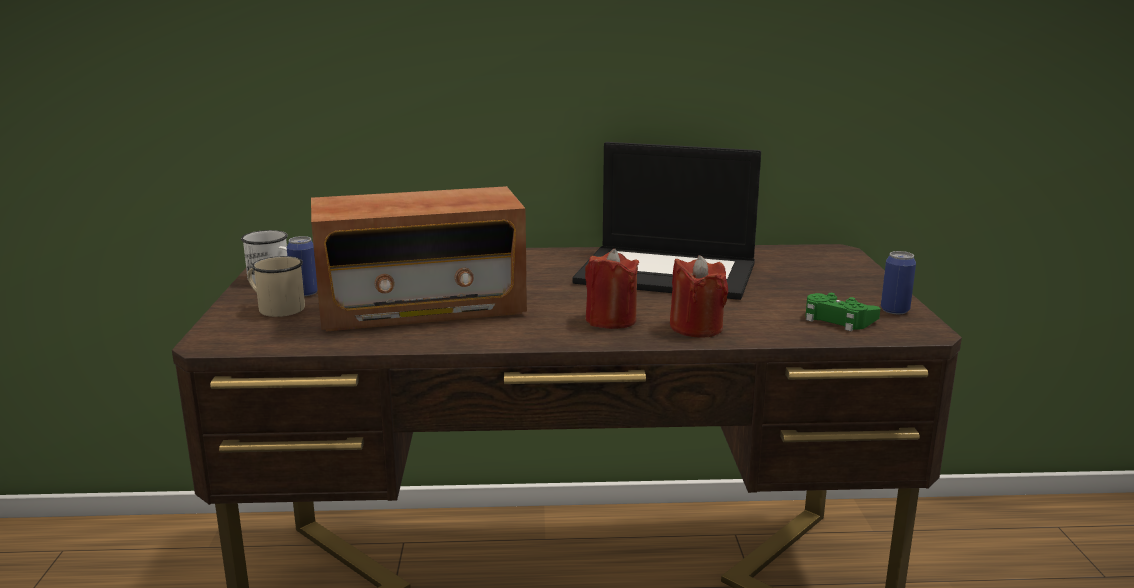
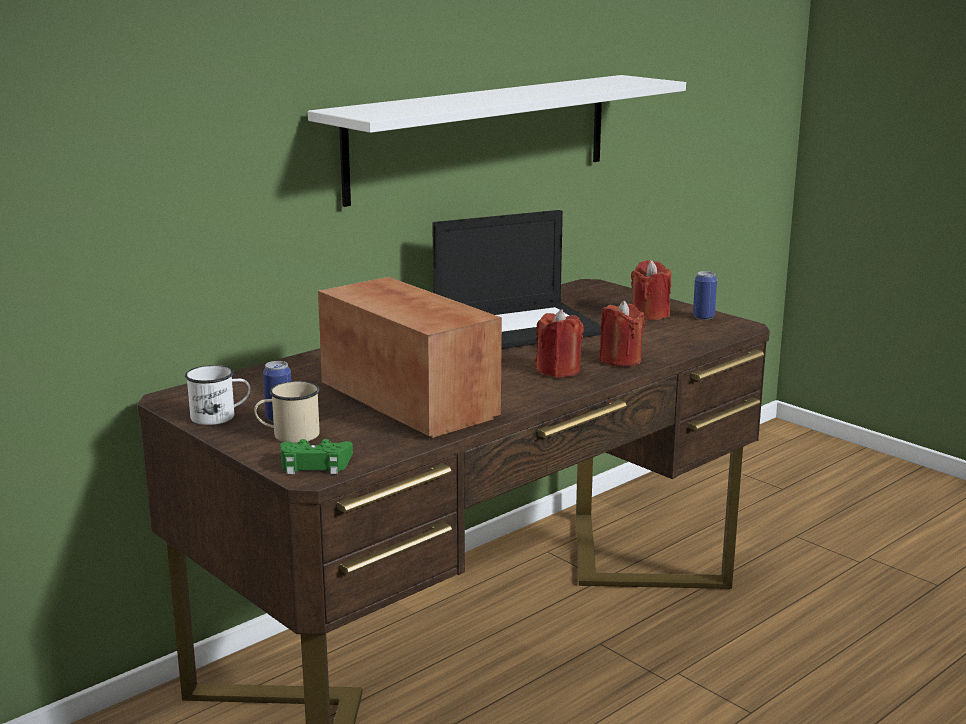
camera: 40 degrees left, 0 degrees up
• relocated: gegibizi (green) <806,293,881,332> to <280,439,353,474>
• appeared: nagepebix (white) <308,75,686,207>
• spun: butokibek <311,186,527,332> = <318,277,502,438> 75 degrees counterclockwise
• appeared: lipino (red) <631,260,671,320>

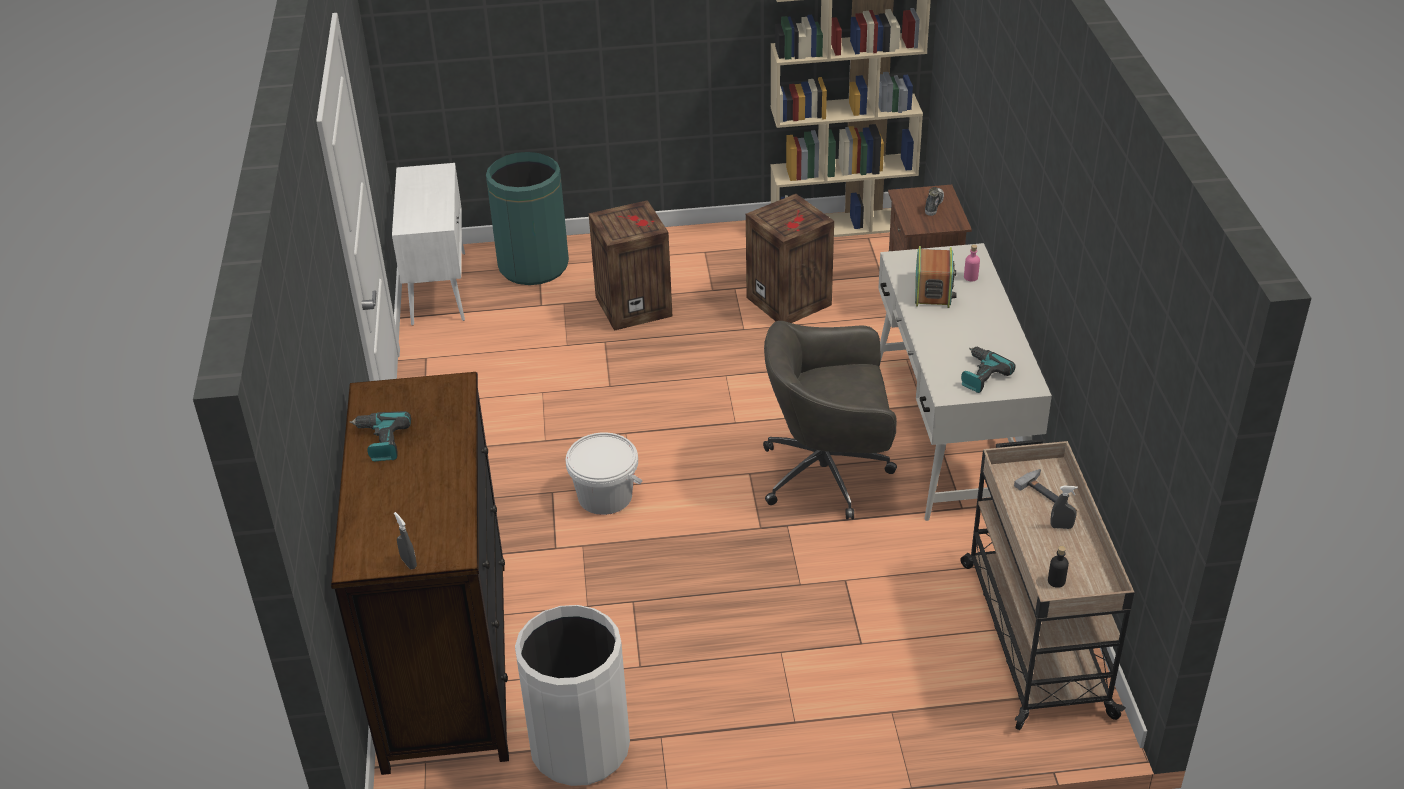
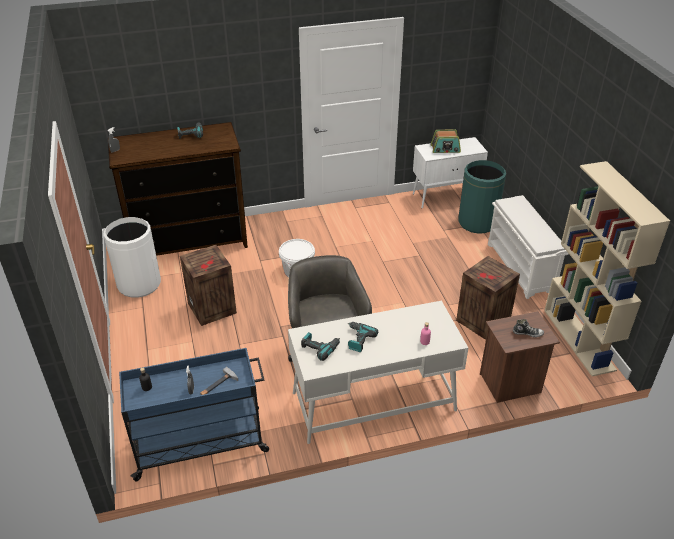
camera: 80 degrees right, 0 degrees up
• colour: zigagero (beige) <960,439,1135,730> to zigagero (blue) <119,348,269,482>
• relocated: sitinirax <589,200,673,331> to <180,245,237,326>
• appeared: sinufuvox <348,322,378,352>
• relocated: butokibek <915,246,957,308> to <431,129,461,153>
• appeared: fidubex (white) <488,195,569,299>

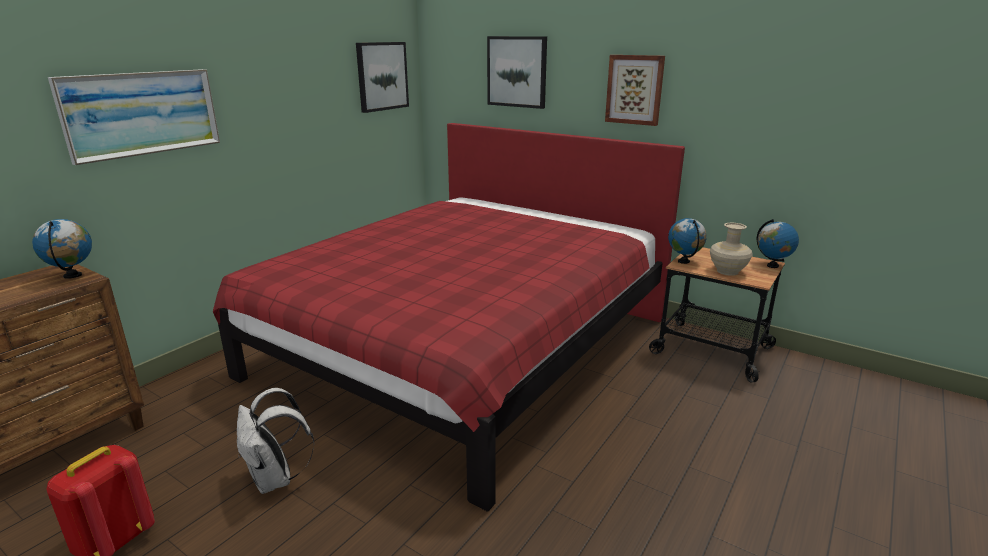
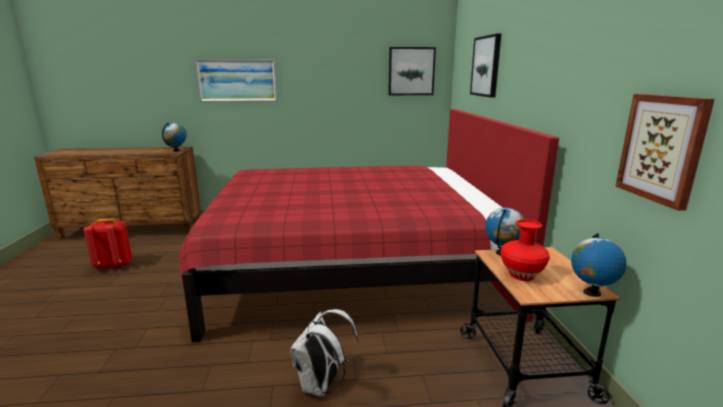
camera: 50 degrees right, 5 degrees down
• relocated: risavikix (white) <237,388,314,494> to <290,309,359,396>
• colour: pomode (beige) <710,223,753,276> to pomode (red) <500,219,550,281>
• relocated: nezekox <605,55,665,126> to <615,94,715,211>

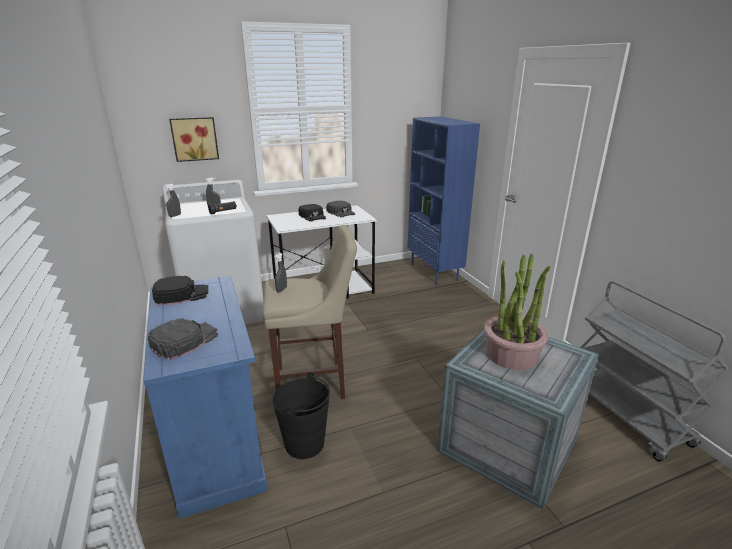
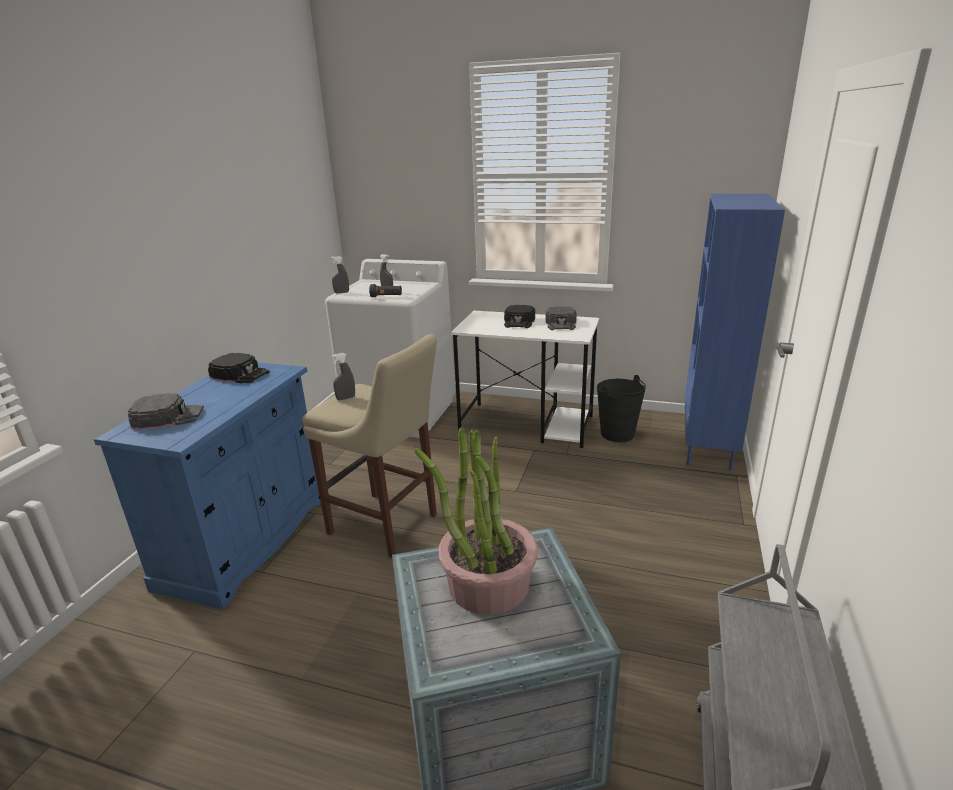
camera: 40 degrees right, 0 degrees up
• relocated: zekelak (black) <272,372,330,459> to <597,375,646,442>
• missing: nezekox <169,117,219,162>

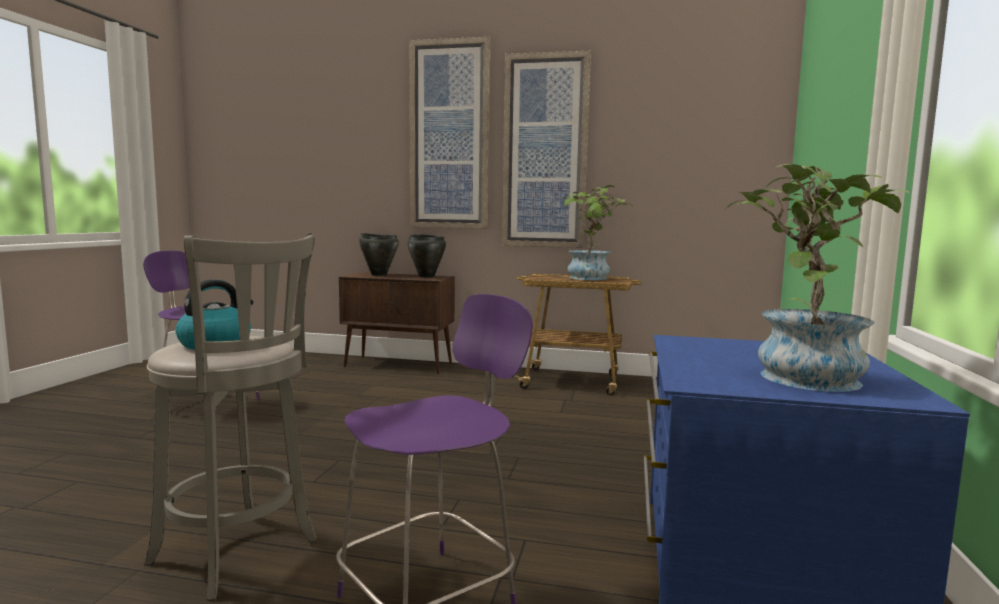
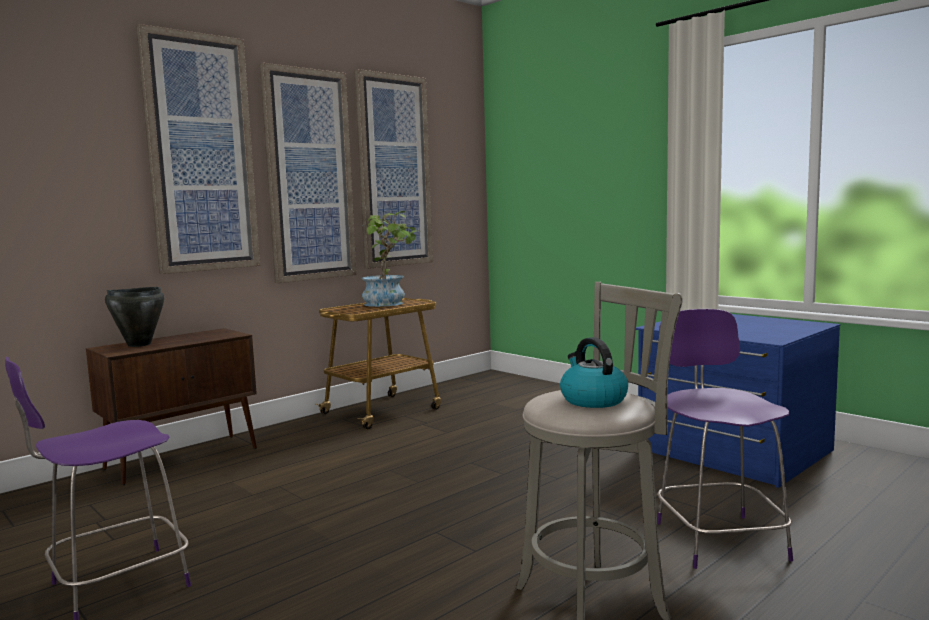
camera: 55 degrees left, 0 degrees up
• appeared: nezekox <354,69,433,269>
• missing: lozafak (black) <407,234,446,278>
• missing: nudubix <726,164,910,392>

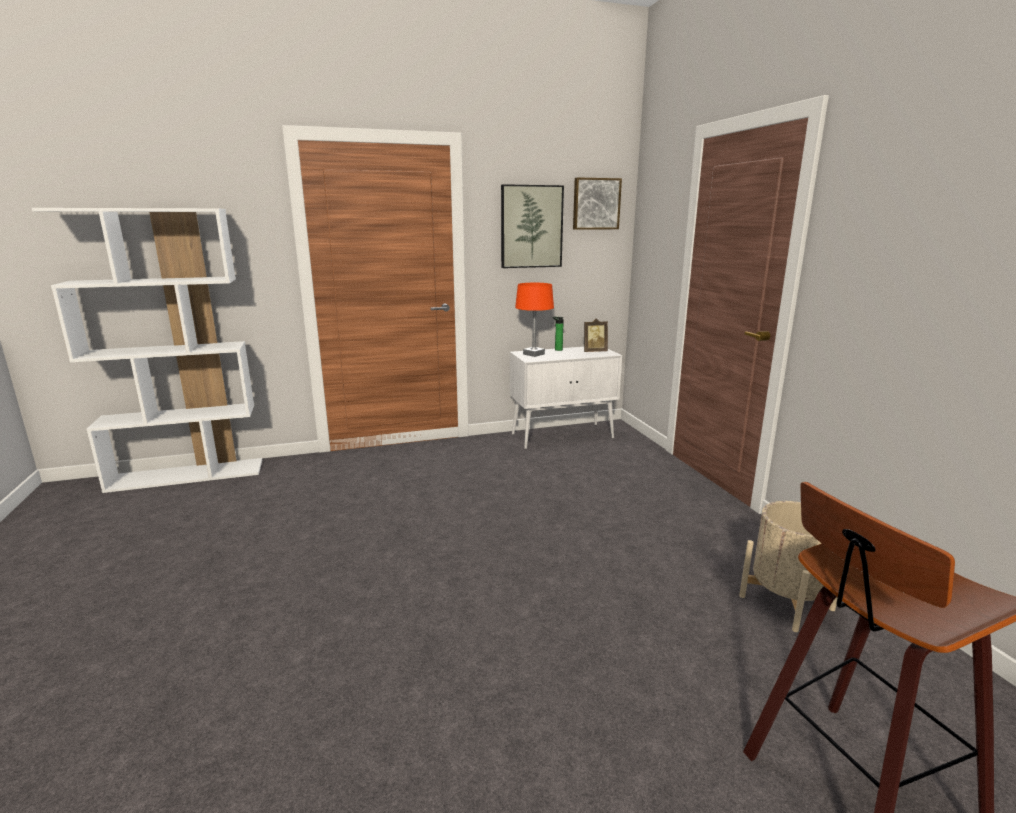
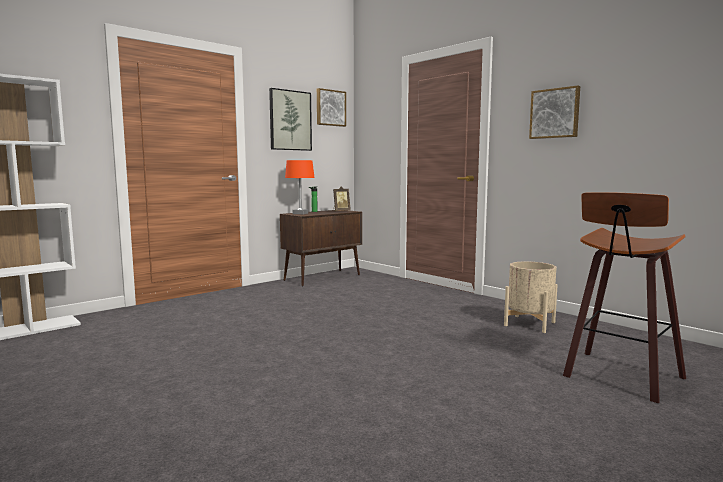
camera: 25 degrees left, 10 degrees down
• colour: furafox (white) <510,347,622,449> to furafox (brown) <280,210,362,286>
• appeared: nezekox <529,86,580,139>

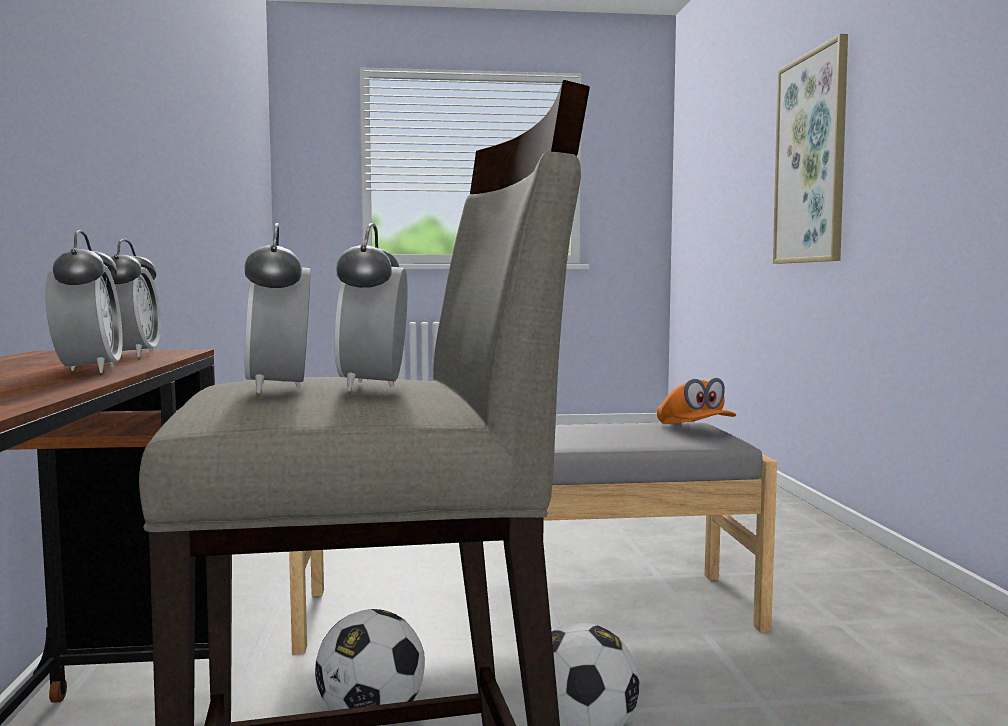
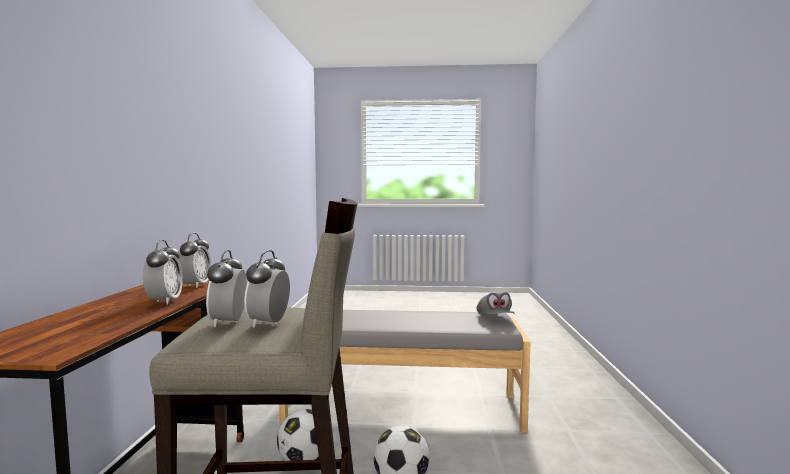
camera: 10 degrees right, 0 degrees up
• colour: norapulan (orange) <657,378,736,424> to norapulan (grey) <477,292,515,315>
• missing: nezekox <773,34,848,264>

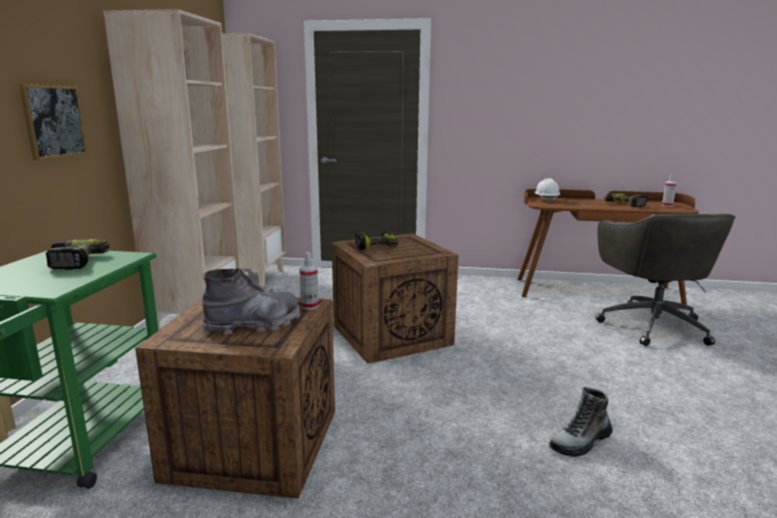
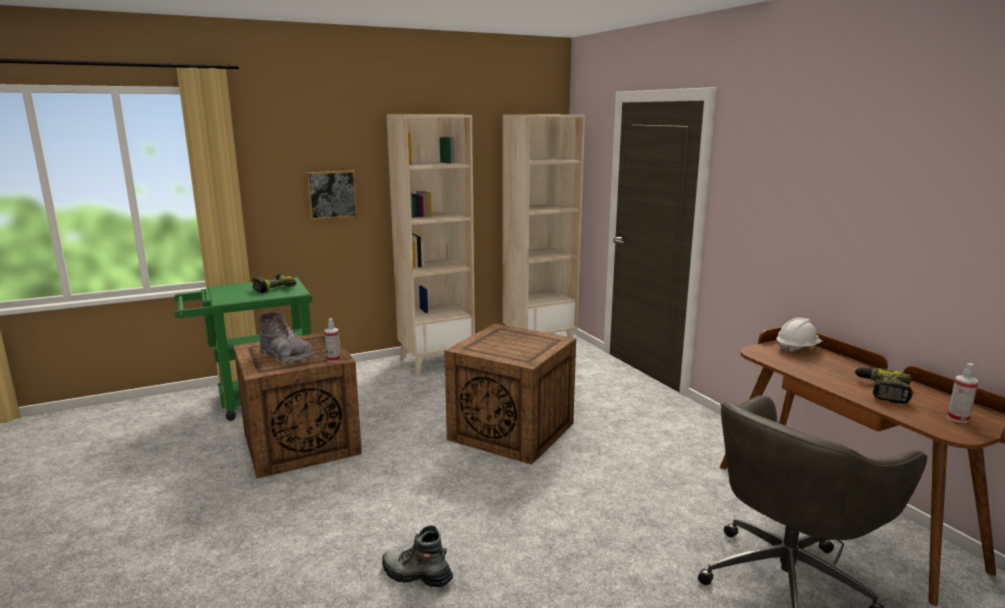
camera: 55 degrees right, 0 degrees up
• missing: sinufuvox <355,232,399,250>

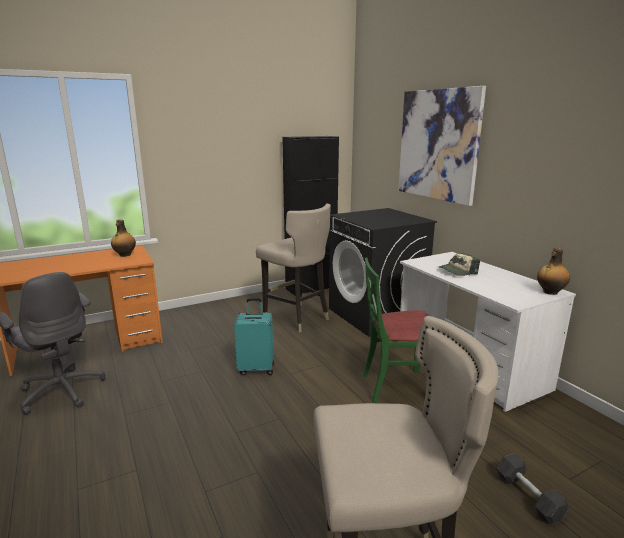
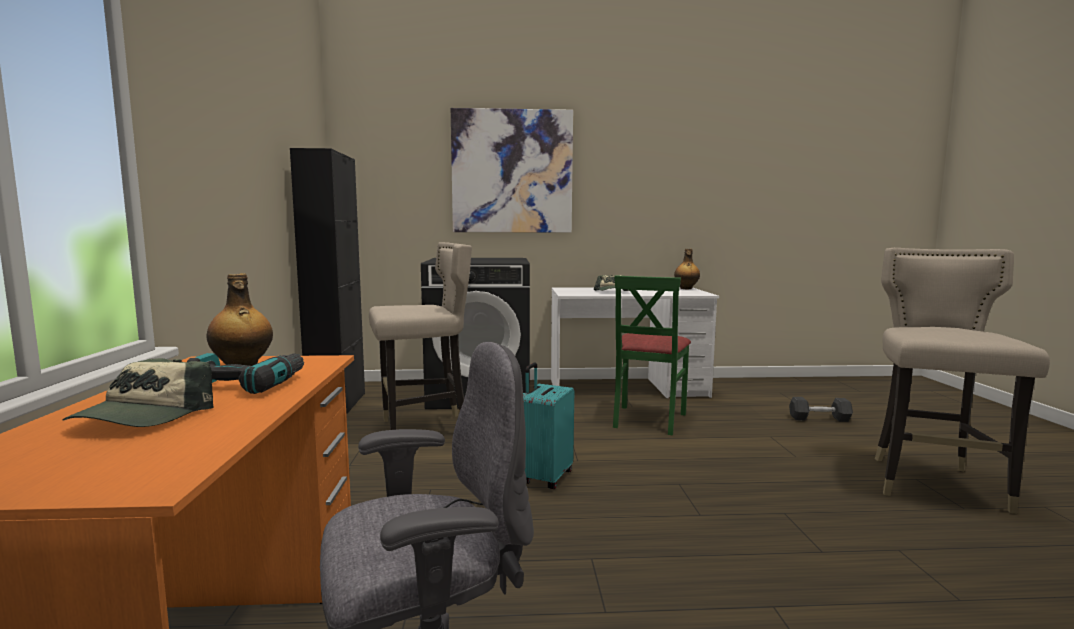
camera: 65 degrees left, 10 degrees down
• appeared: norapulan <62,358,213,427>
• appeared: sinufuvox <187,353,304,394>

